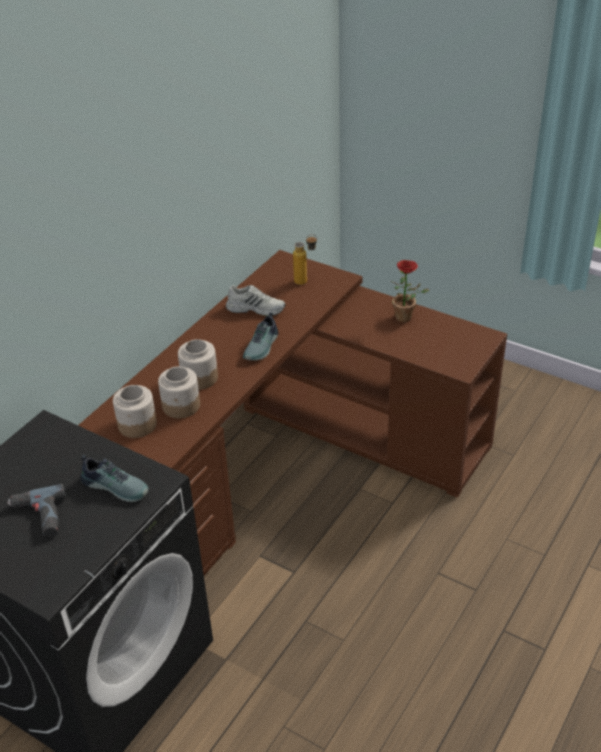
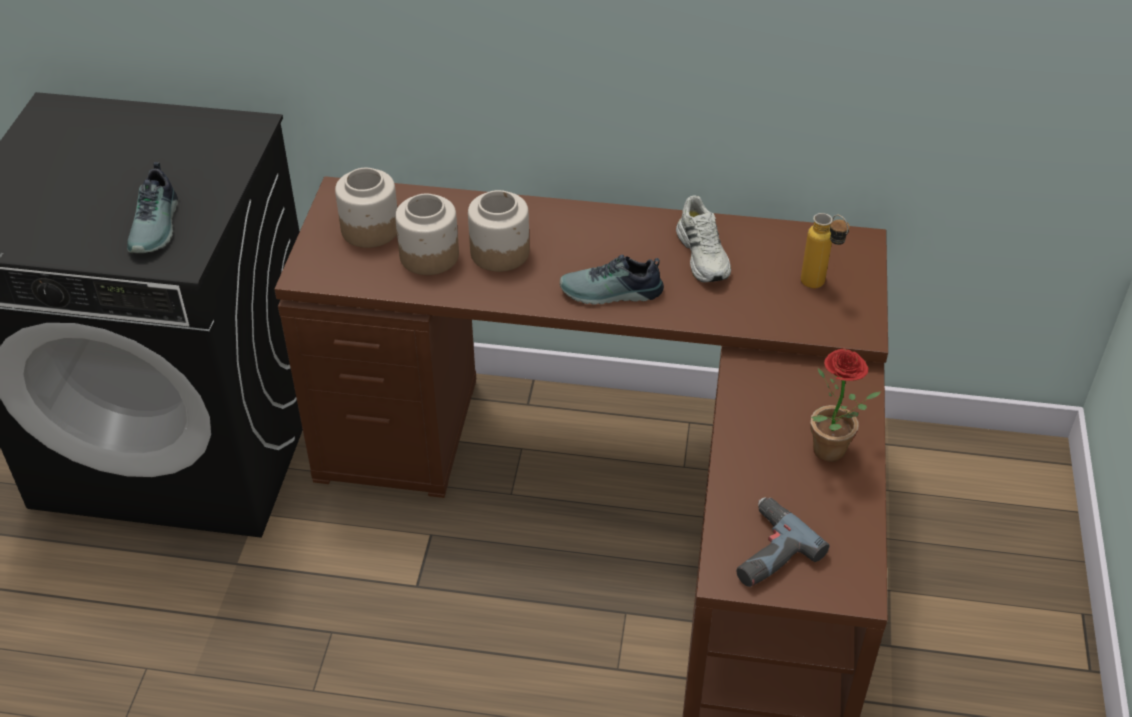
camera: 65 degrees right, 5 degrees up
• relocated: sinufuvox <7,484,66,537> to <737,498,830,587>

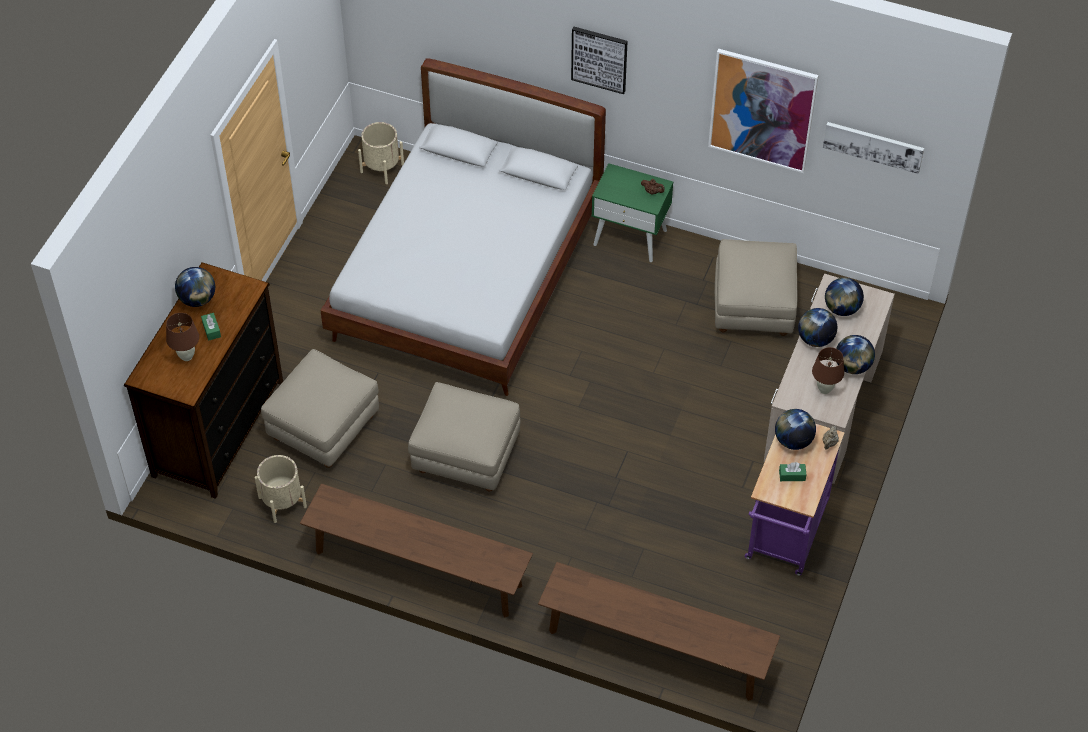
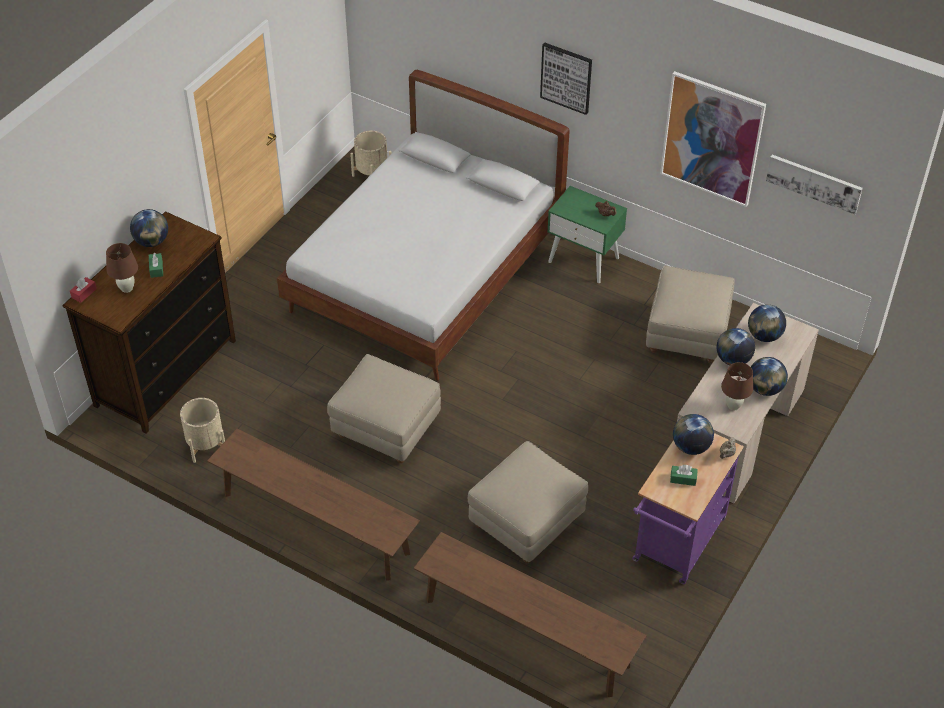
camera: 10 degrees right, 5 degrees down
• appeared: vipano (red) <70,277,97,303>
• relocated: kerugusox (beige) <261,349,379,468> to <467,441,588,563>

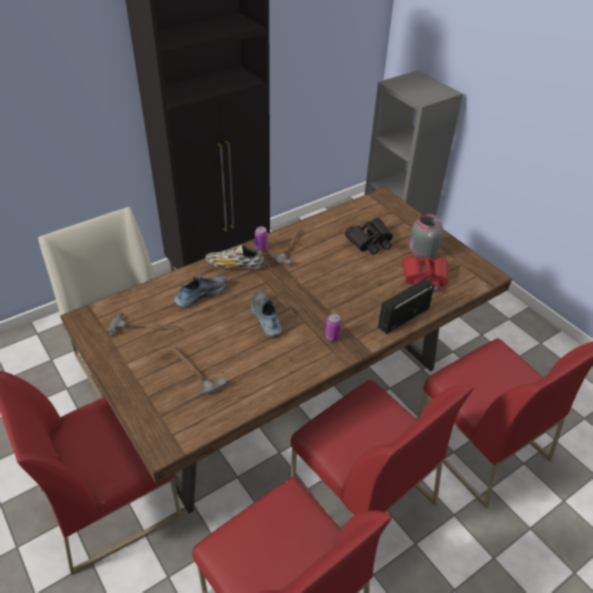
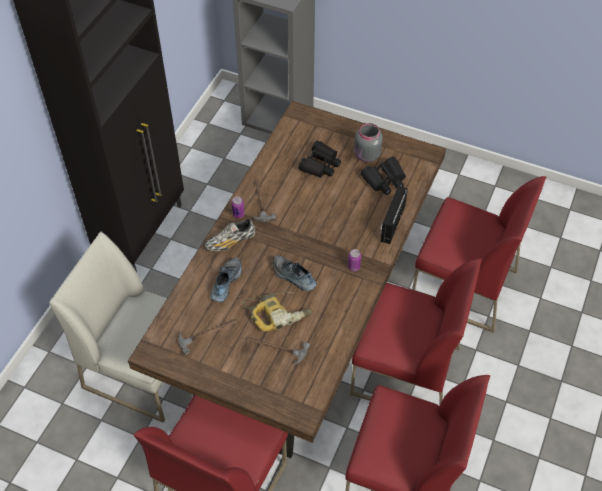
camera: 30 degrees left, 10 degrees up
• appeared: sinufuvox <242,291,313,331>
• colour: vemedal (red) <402,256,449,292> to vemedal (black) <361,157,406,195>

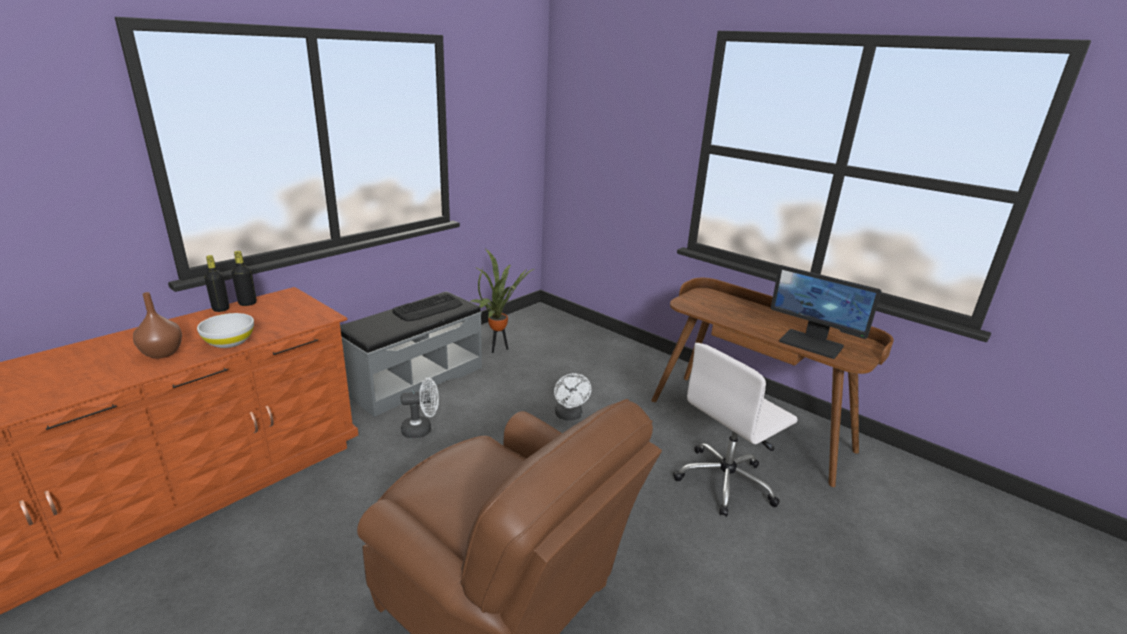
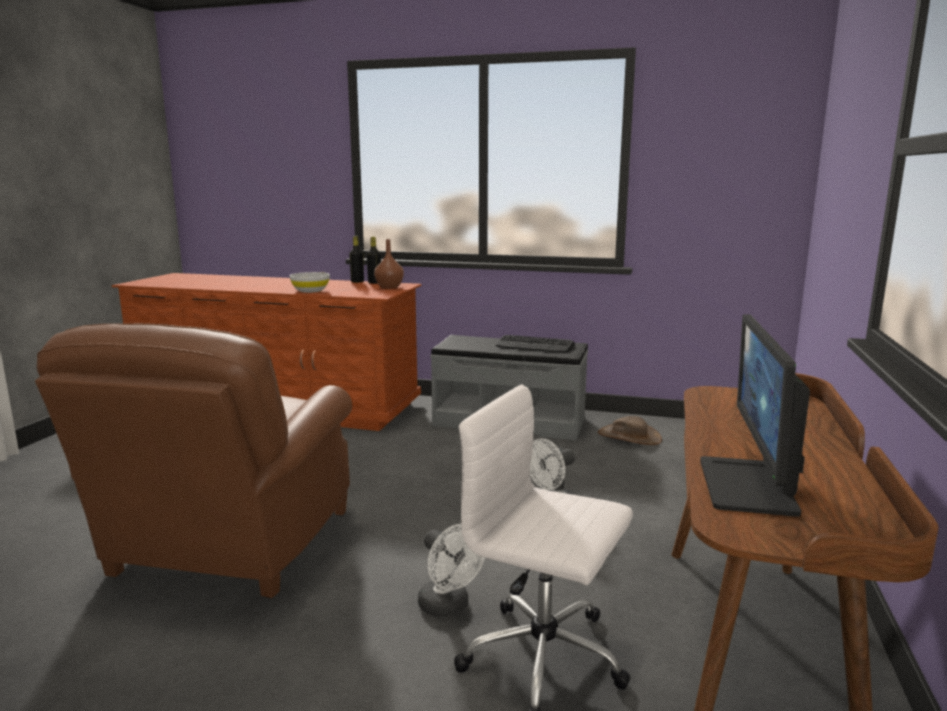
camera: 65 degrees right, 10 degrees down
• relocated: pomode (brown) <133,292,182,359> to <374,239,404,289>
• relocated: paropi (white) <401,378,439,438> to <418,523,485,617>
• exchanged: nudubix <471,249,534,353> to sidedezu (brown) <598,416,662,445>

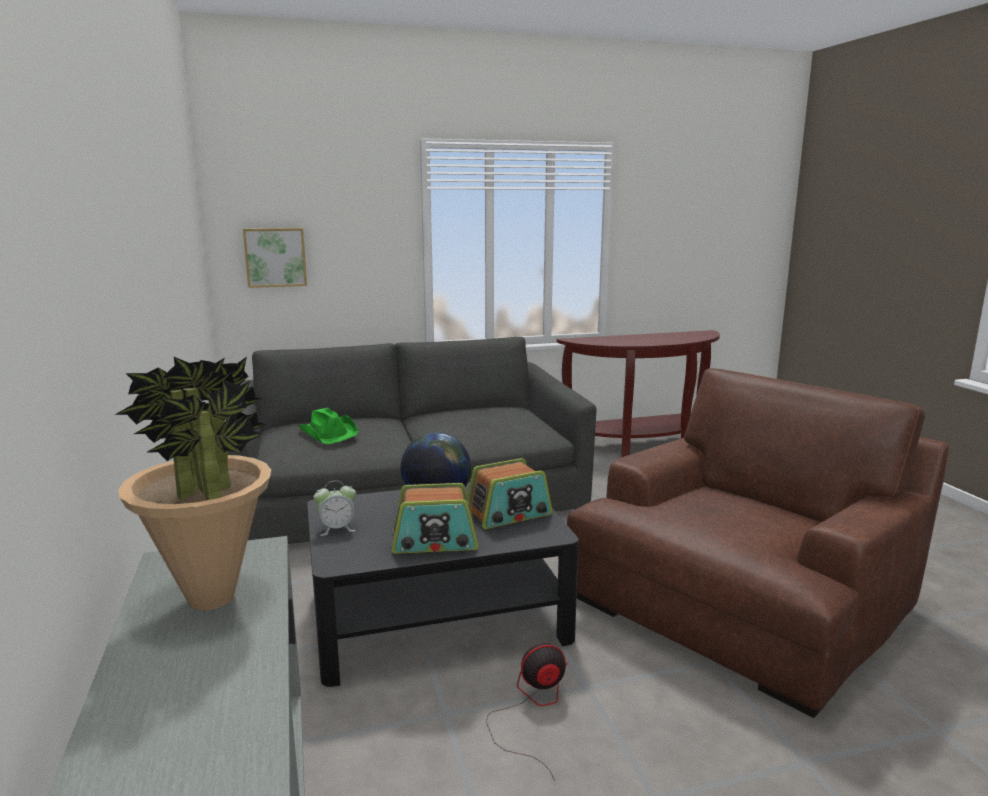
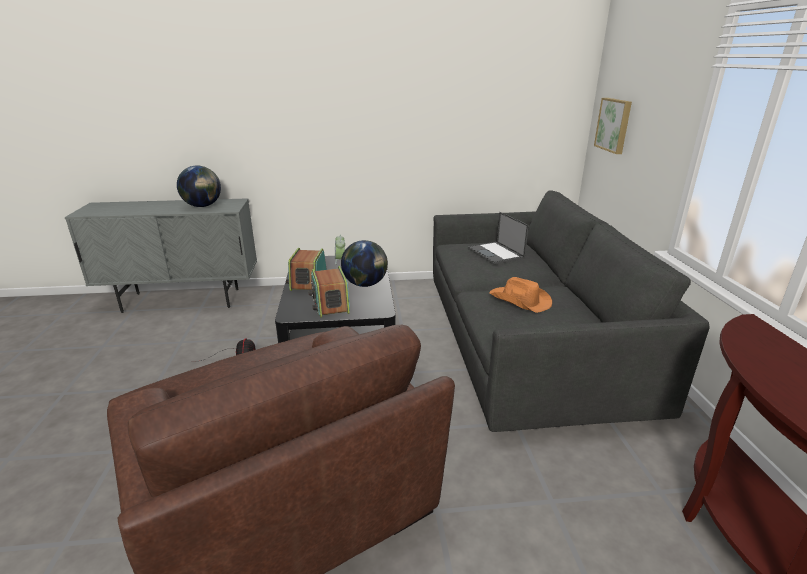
camera: 100 degrees right, 10 degrees up
• exchanged: nudubix <115,356,271,610> to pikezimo <177,166,221,207>
• exchanged: sidedezu (green) <298,408,358,444> to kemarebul <468,212,529,265>
• appeared: sidedezu (orange) <489,277,552,313>

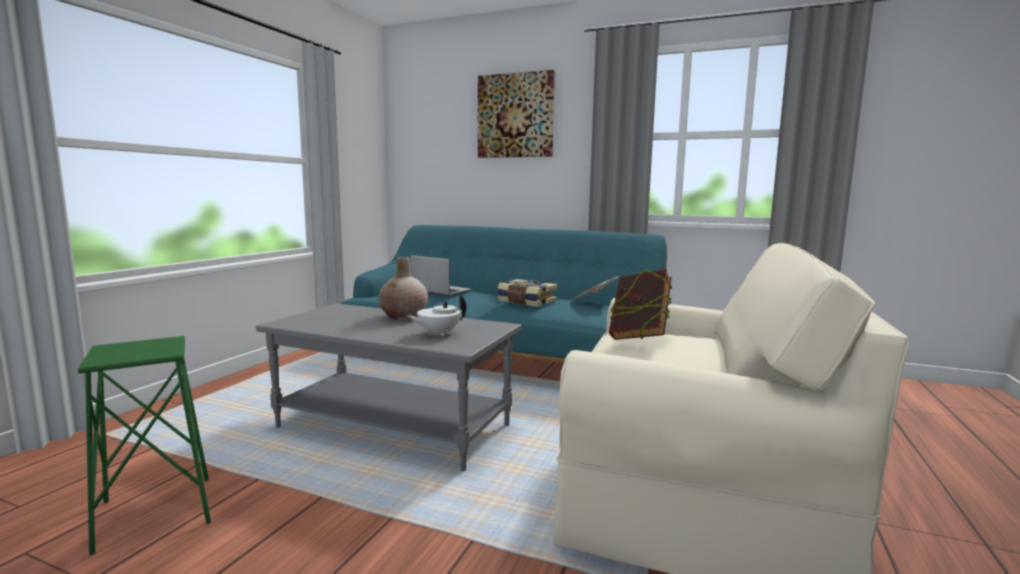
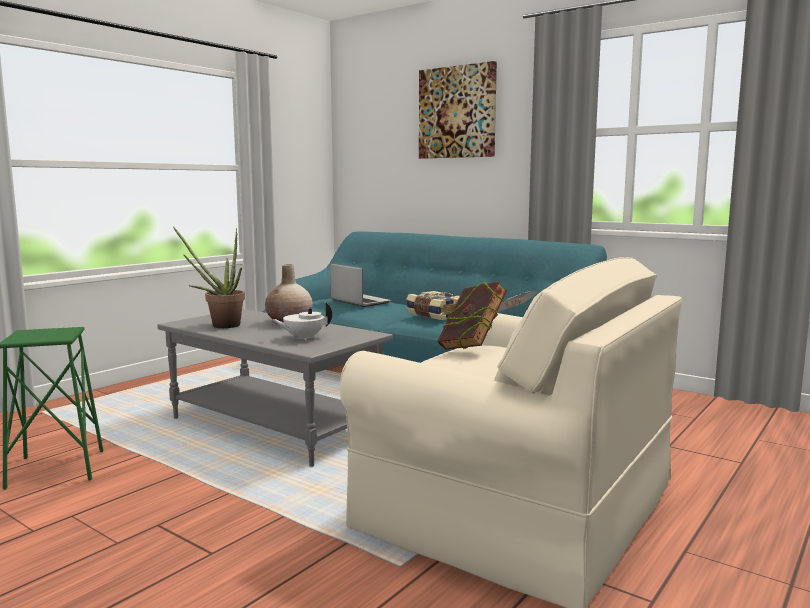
camera: 15 degrees right, 0 degrees up
• appeared: nudubix <173,227,245,328>

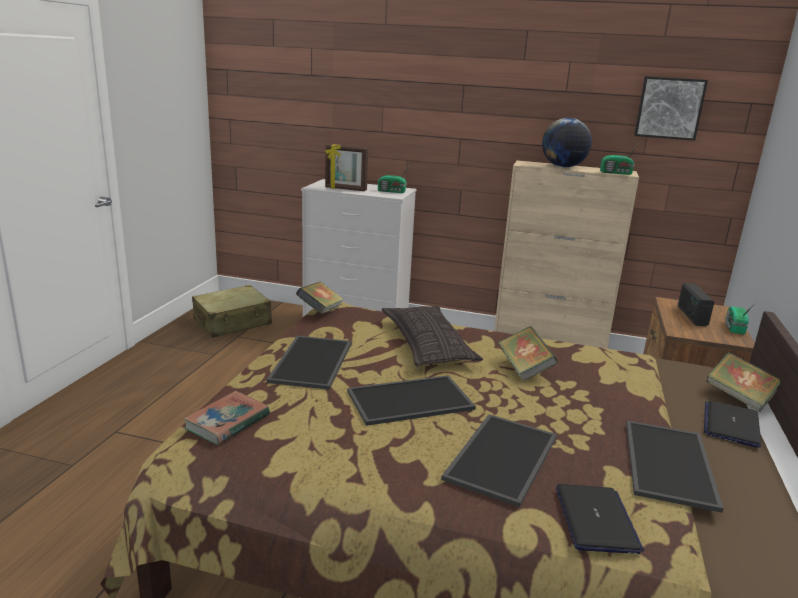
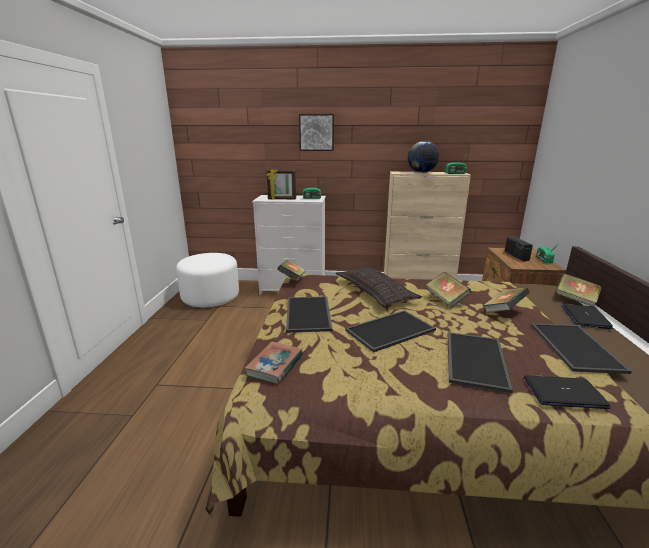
camera: 10 degrees left, 0 degrees up
• exchanged: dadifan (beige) <192,285,272,338> to kerugusox (white) <176,253,239,307>
• relocated: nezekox <634,76,708,141> to <299,114,334,151>
• appeared: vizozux <483,287,530,313>
• spun: kemarebul <556,484,644,554> = <524,375,611,409> 75 degrees counterclockwise

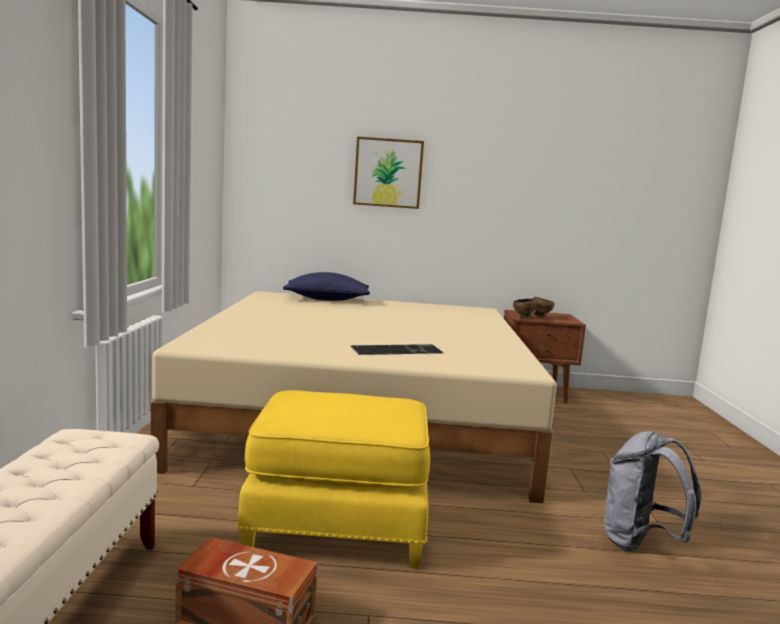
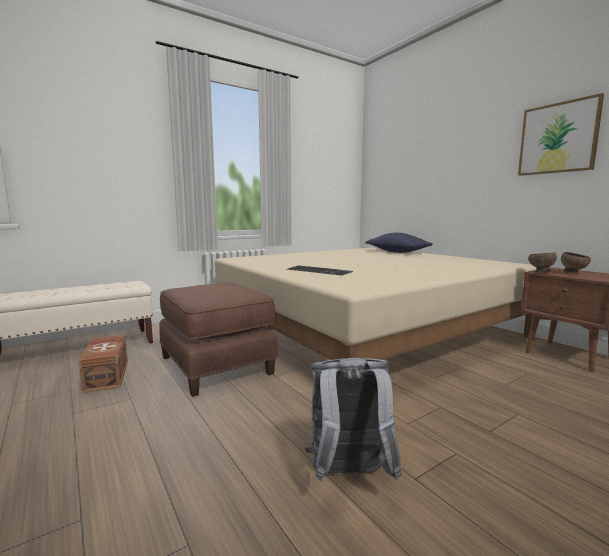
camera: 55 degrees right, 0 degrees up
• colour: kerugusox (yellow) <237,390,430,569> to kerugusox (brown) <159,282,278,397>
• relocated: nezekox <353,136,424,209> to <518,93,604,176>

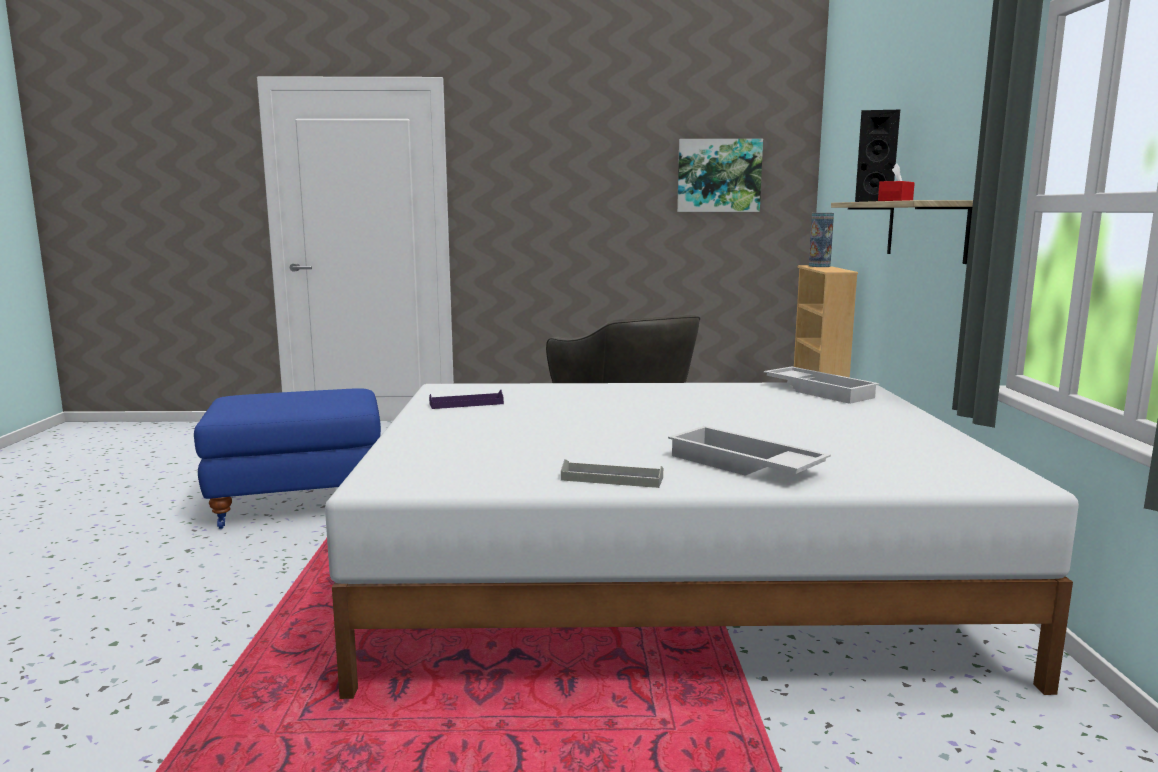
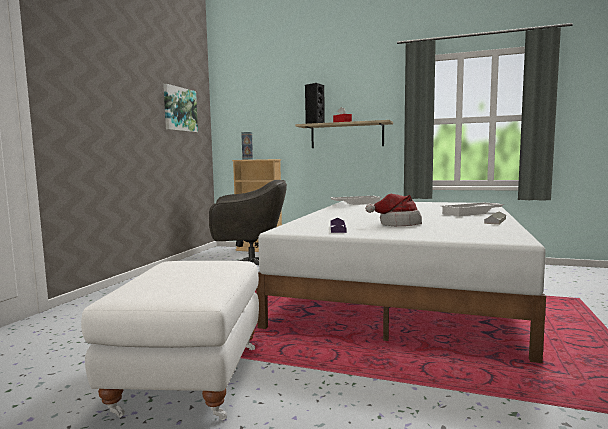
camera: 70 degrees left, 5 degrees down
• colour: kerugusox (blue) <194,388,381,529> to kerugusox (white) <81,261,259,420>
• appeared: sidedezu <365,194,422,226>

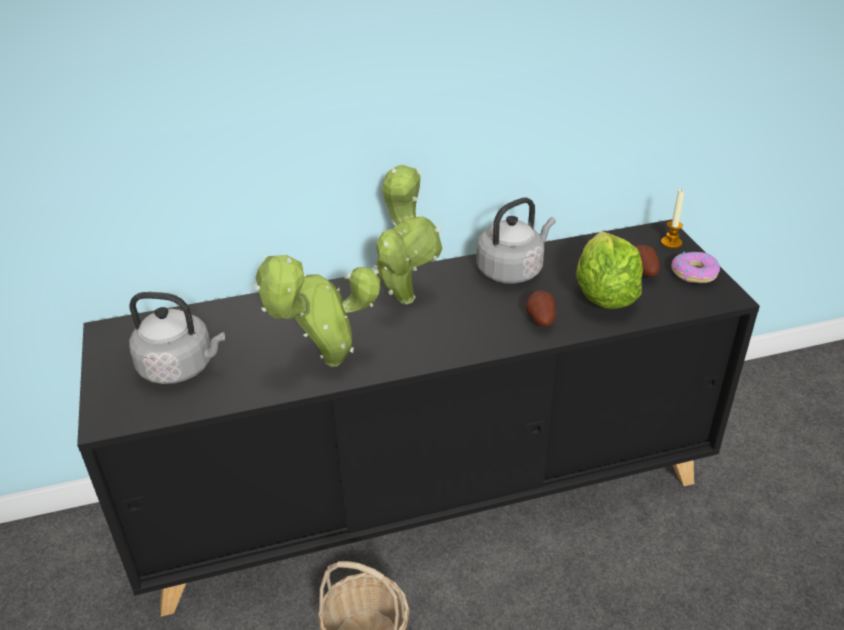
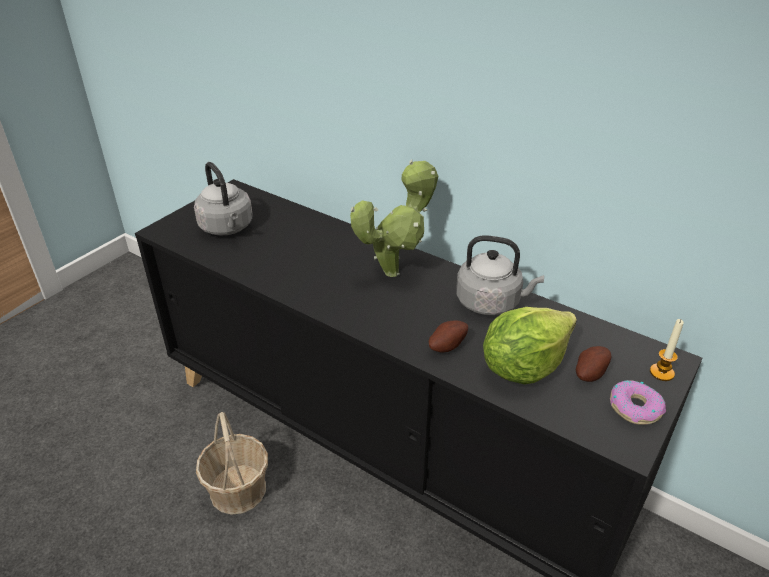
camera: 50 degrees right, 0 degrees up
• missing: nudubix <254,255,380,367>

